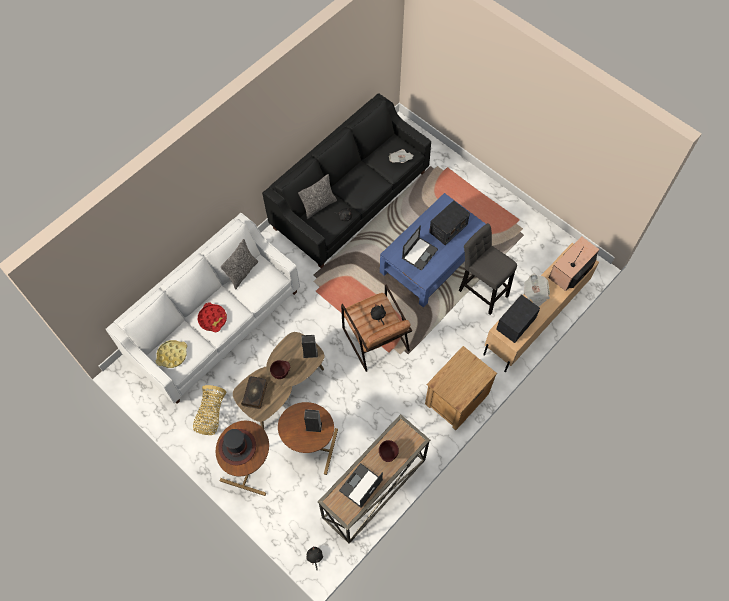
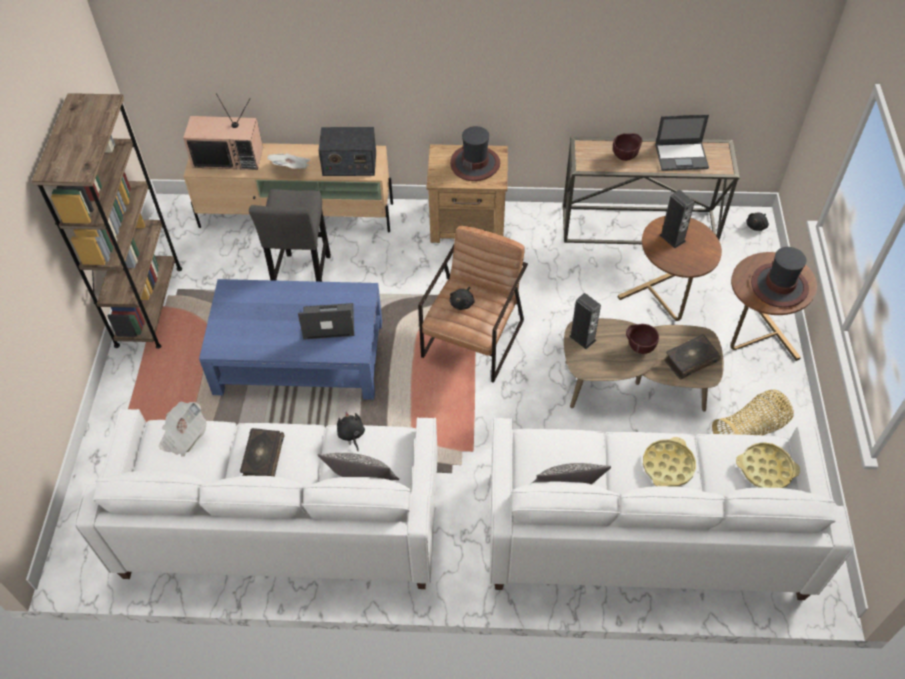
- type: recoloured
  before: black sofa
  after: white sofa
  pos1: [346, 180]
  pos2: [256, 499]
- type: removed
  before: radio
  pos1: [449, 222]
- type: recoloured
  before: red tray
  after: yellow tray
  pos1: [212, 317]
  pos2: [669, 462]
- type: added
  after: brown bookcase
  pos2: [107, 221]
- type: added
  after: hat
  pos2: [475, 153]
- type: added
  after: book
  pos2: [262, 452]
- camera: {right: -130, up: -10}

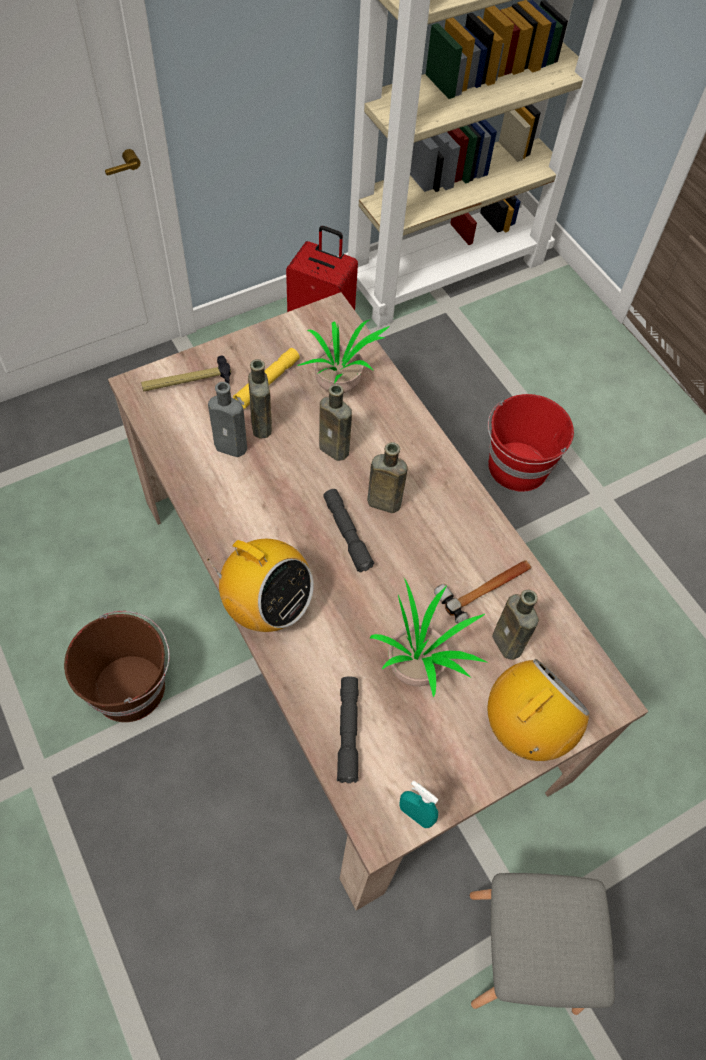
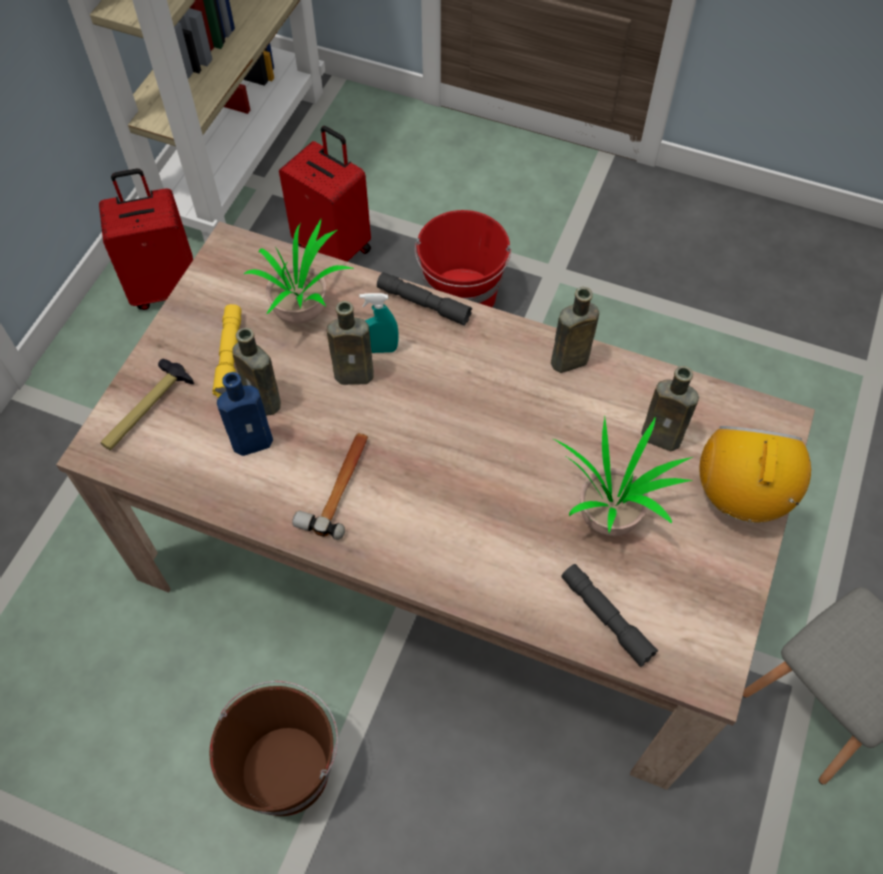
- type: recoloured
  before: grey bottle
  after: blue bottle
  pos1: [227, 419]
  pos2: [245, 414]
- type: moved
  before: brown bottle
  pos1: [387, 477]
  pos2: [575, 330]
- type: moved
  before: grey flashlight
  pos1: [348, 530]
  pos2: [424, 299]
- type: removed
  before: radio
  pos1: [260, 585]
- type: moved
  before: hammer
  pos1: [482, 592]
  pos2: [330, 486]
- type: moved
  before: turquoise spray bottle
  pos1: [419, 804]
  pos2: [379, 323]
- type: added
  after: red suitcase
  pos2: [325, 194]
- camera: {right: -35, up: 0}

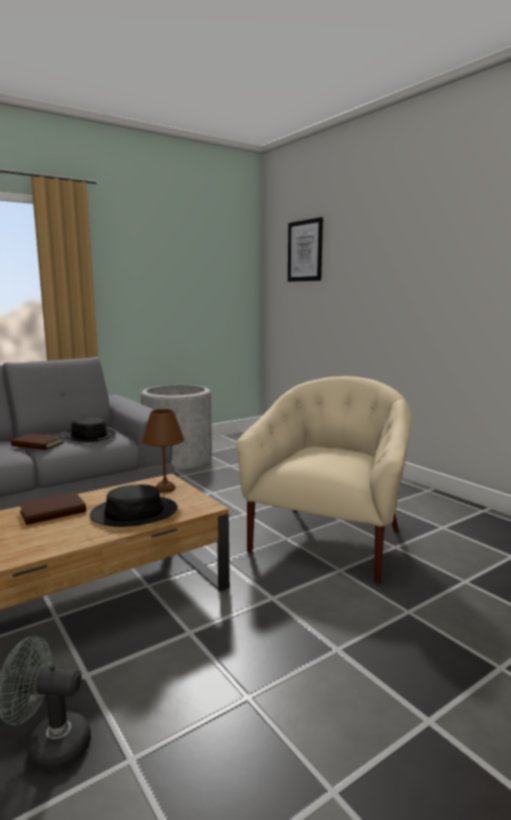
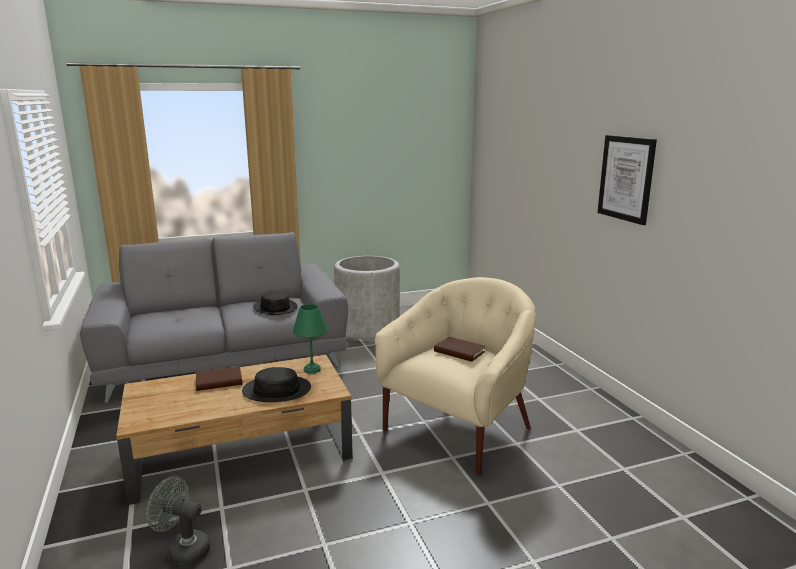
- type: moved
  before: picture
  pos1: [305, 249]
  pos2: [627, 180]
- type: recoloured
  before: brown table lamp
  after: green table lamp
  pos1: [163, 451]
  pos2: [310, 339]
- type: moved
  before: brown book
  pos1: [37, 441]
  pos2: [459, 349]
- camera: {right: 15, up: 5}

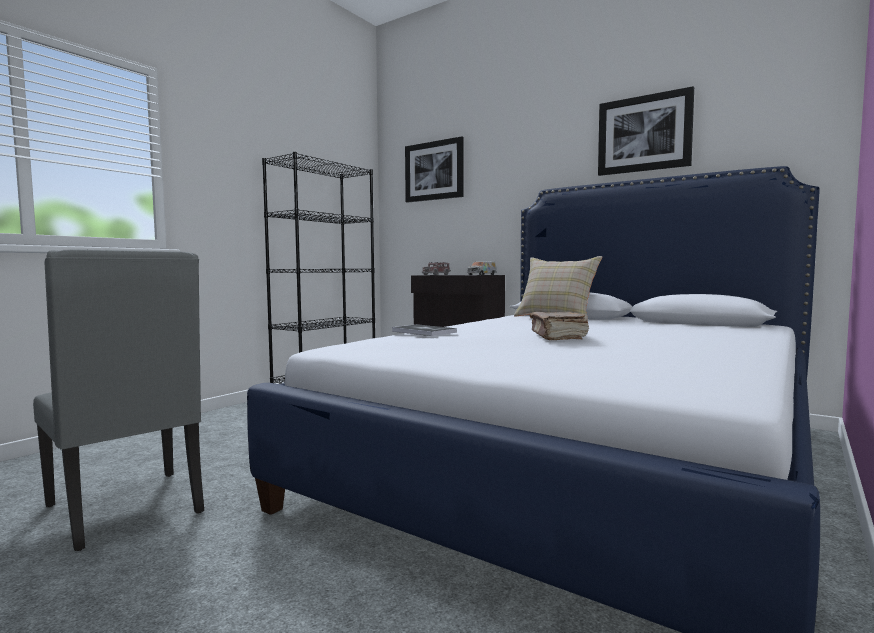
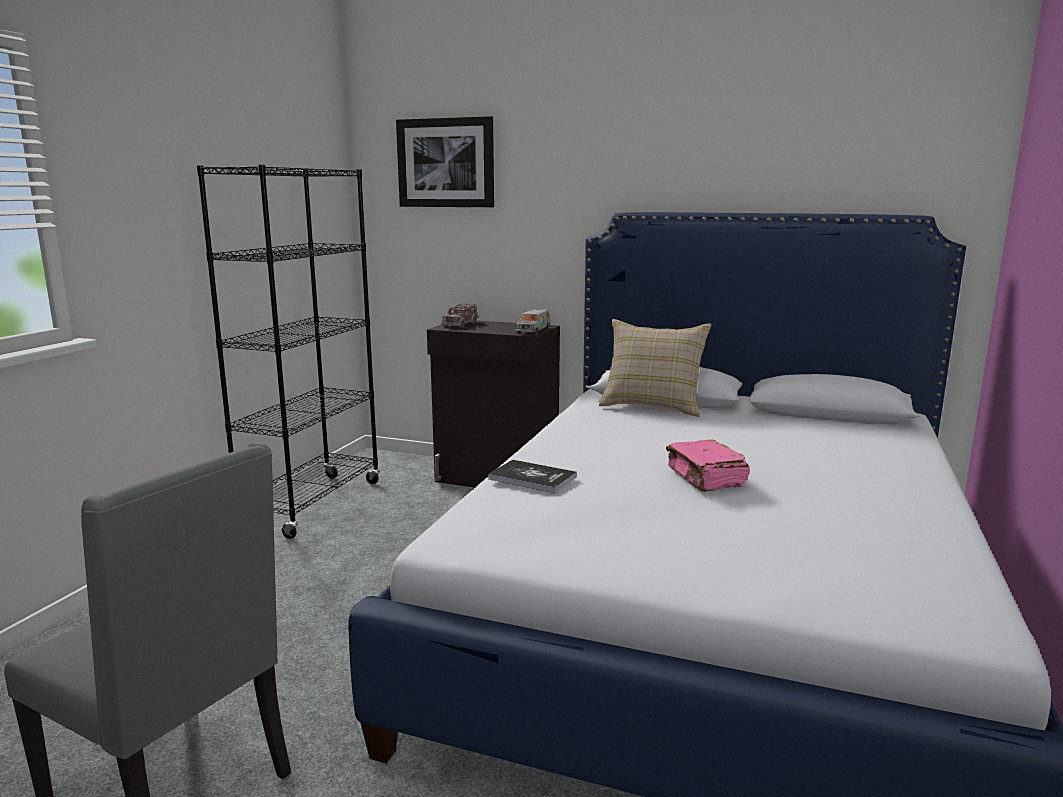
- type: removed
  before: picture
  pos1: [646, 131]
- type: recoloured
  before: brown book
  after: pink book
  pos1: [559, 326]
  pos2: [708, 466]
- camera: {right: -15, up: 10}

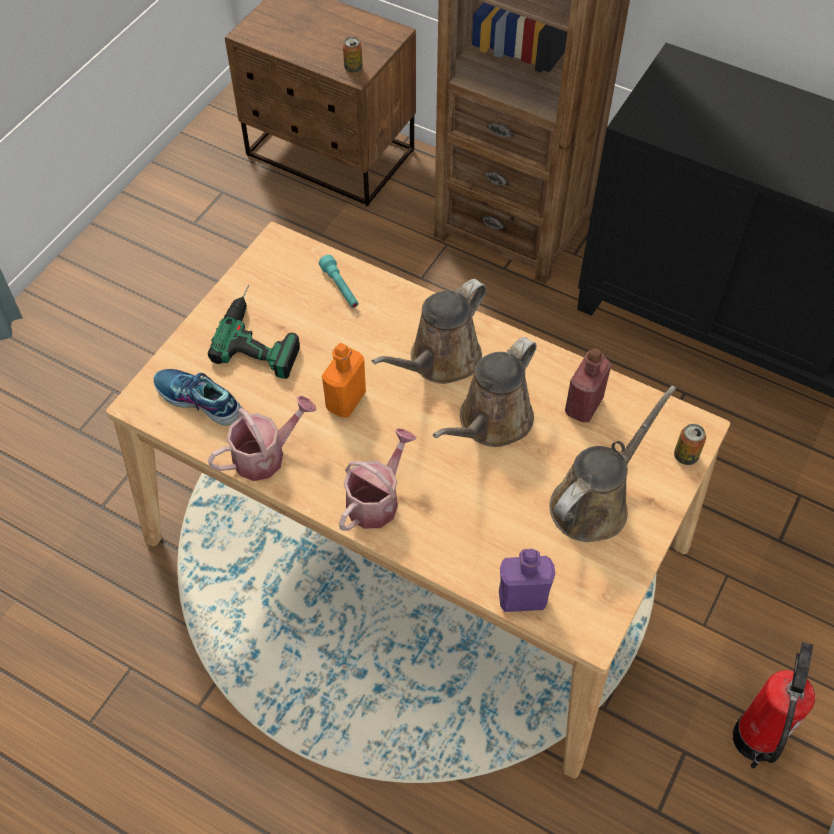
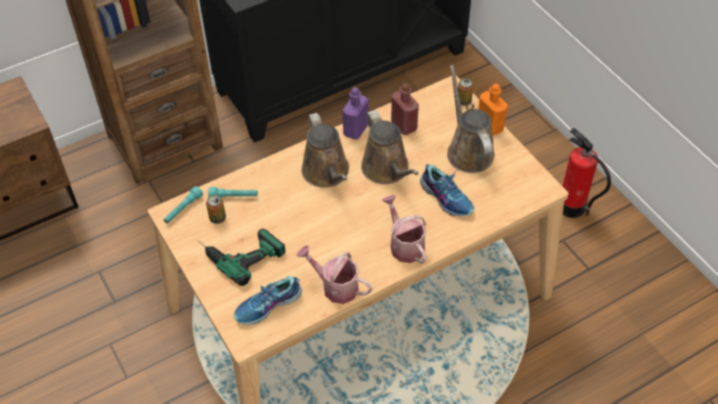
- type: moved
  before: can
  pos1: [353, 55]
  pos2: [216, 209]
- type: moved
  before: orange bottle
  pos1: [344, 380]
  pos2: [493, 109]
- type: turned
  before: watering can
  pos1: [261, 438]
  pos2: [334, 274]
  turn: -60
- type: moved
  before: purple bottle
  pos1: [527, 580]
  pos2: [355, 113]
- type: added
  after: shoe
  pos2: [447, 190]
- type: added
  after: turquoise flashlight
  pos2: [183, 205]
- camera: {right: -60, up: -5}

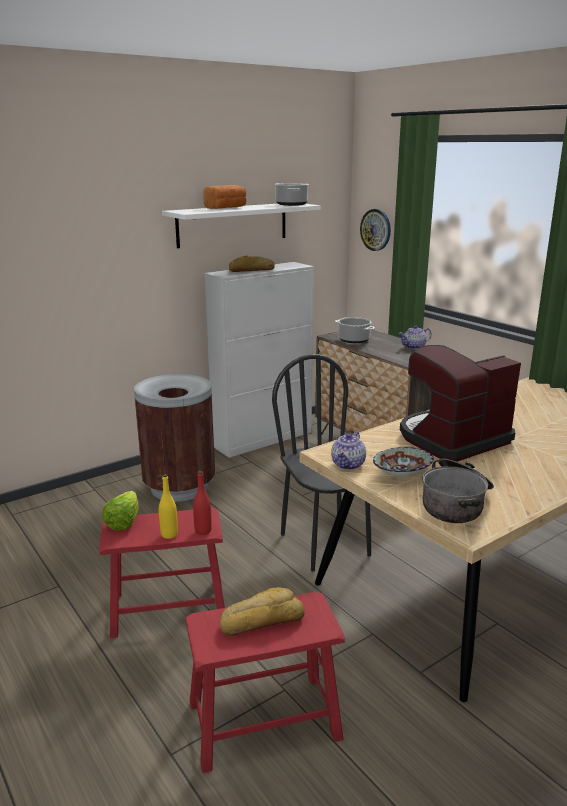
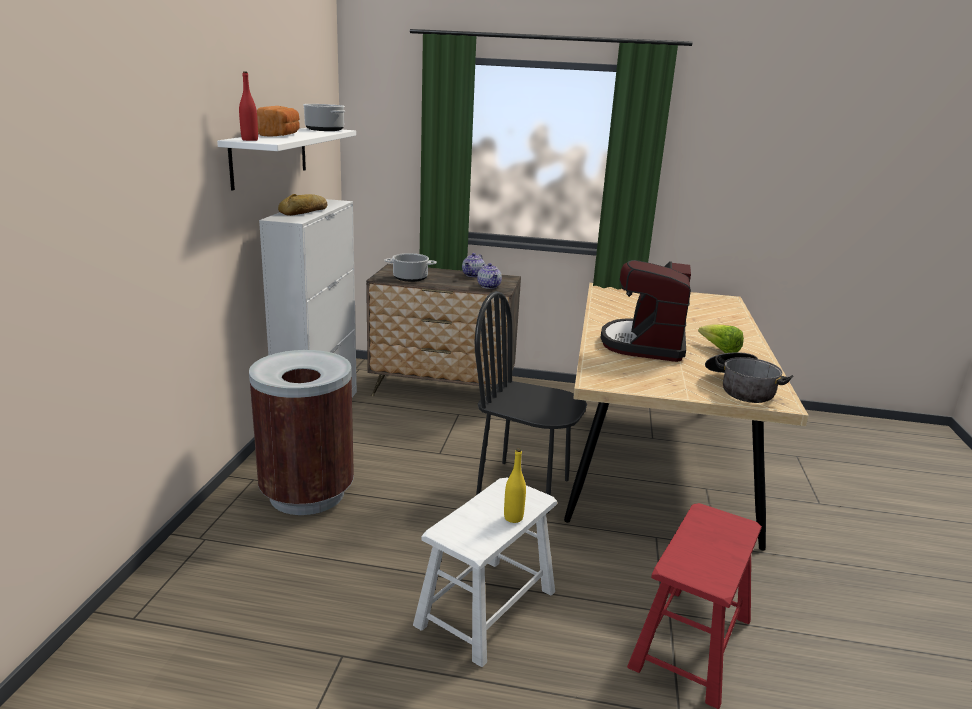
- type: removed
  before: wall clock
  pos1: [375, 230]
- type: moved
  before: teapot
  pos1: [348, 450]
  pos2: [489, 276]
- type: removed
  before: bowl
  pos1: [403, 462]
- type: moved
  before: red bottle
  pos1: [202, 503]
  pos2: [248, 106]
- type: moved
  before: lettuce
  pos1: [120, 511]
  pos2: [721, 338]
- type: recoloured
  before: red stool
  after: white stool
  pos1: [162, 573]
  pos2: [485, 572]
- type: removed
  before: bread
  pos1: [262, 611]
- camera: {right: -45, up: 0}

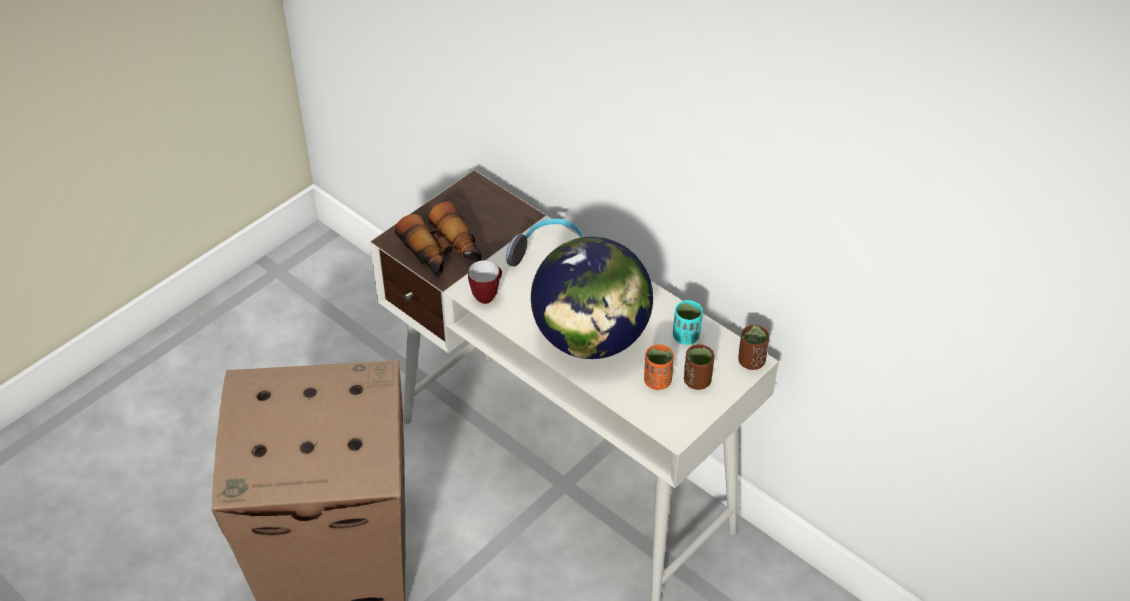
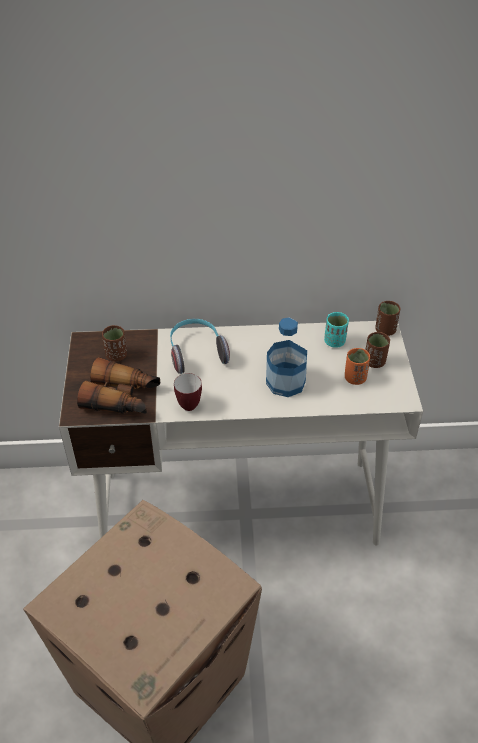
- type: replaced
  before: globe
  after: bottle
  pos1: [592, 298]
  pos2: [286, 357]
- type: added
  after: brown cup
  pos2: [114, 343]
- camera: {right: -45, up: 0}

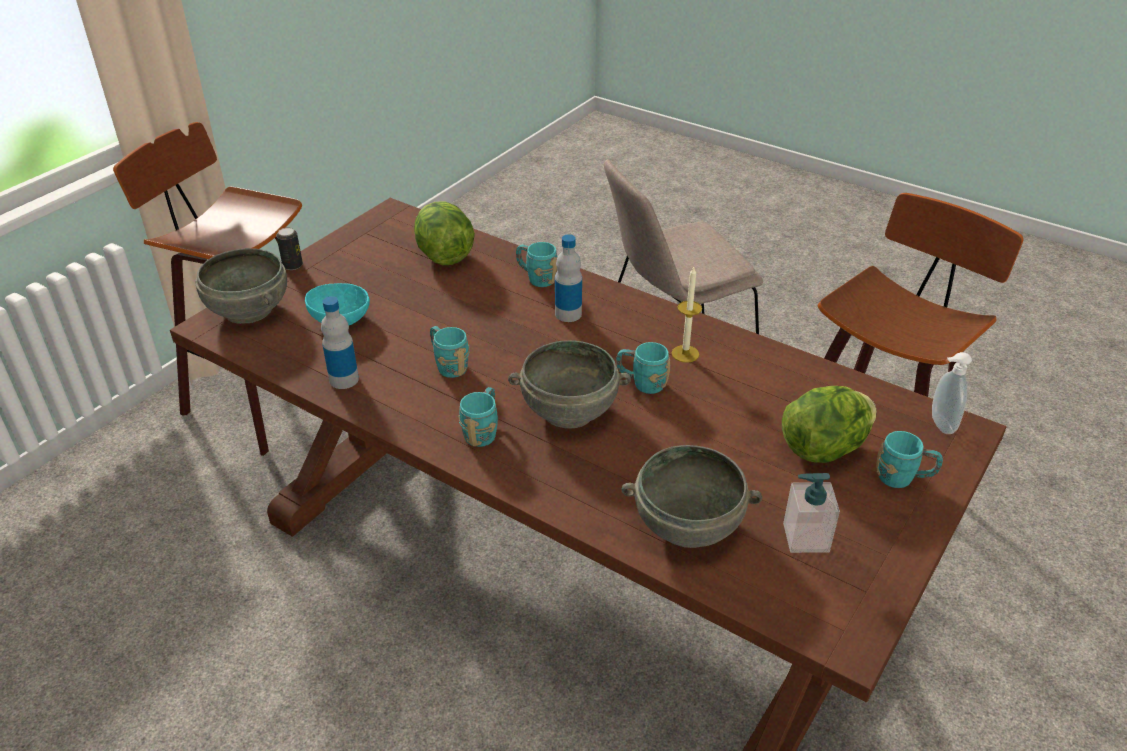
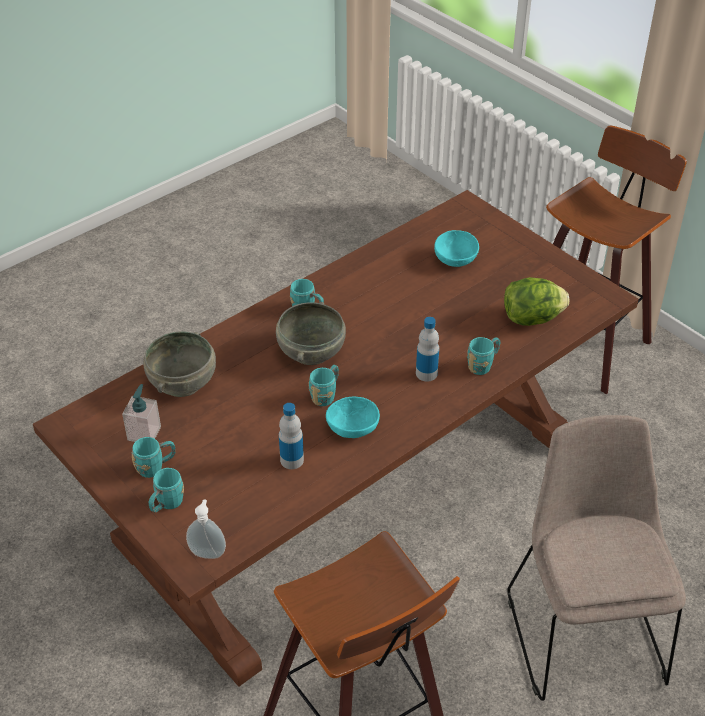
- type: removed
  before: can
  pos1: [289, 248]
- type: removed
  before: grey bowl
  pos1: [241, 286]
- type: replaced
  before: candle
  after: turquoise bowl
  pos1: [687, 315]
  pos2: [353, 417]
- type: moved
  before: bottle
  pos1: [340, 342]
  pos2: [291, 436]
- type: moved
  before: turquoise mug
  pos1: [450, 352]
  pos2: [154, 457]
- type: removed
  before: lettuce
  pos1: [829, 424]
- camera: {right: 105, up: 5}

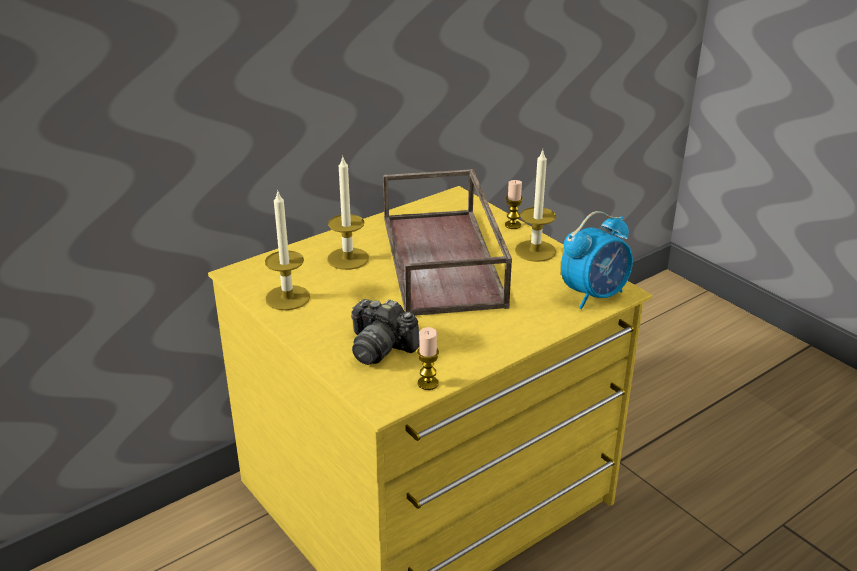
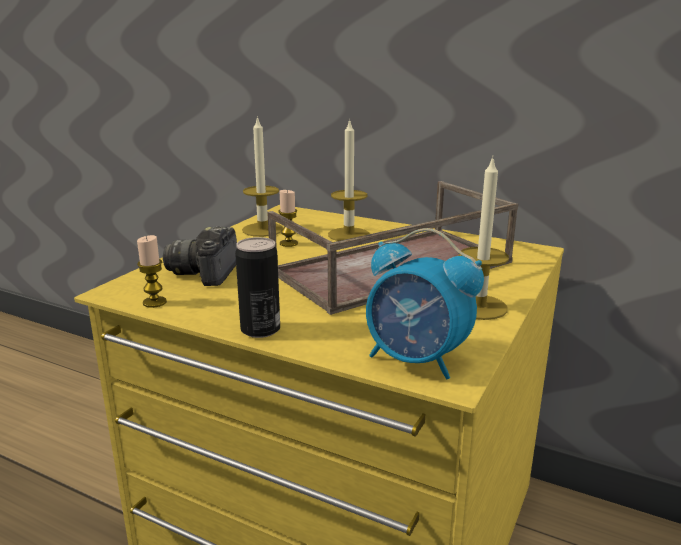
- type: moved
  before: candle
  pos1: [514, 204]
  pos2: [288, 218]
- type: added
  after: can
  pos2: [257, 287]
- camera: {right: 65, up: -10}

